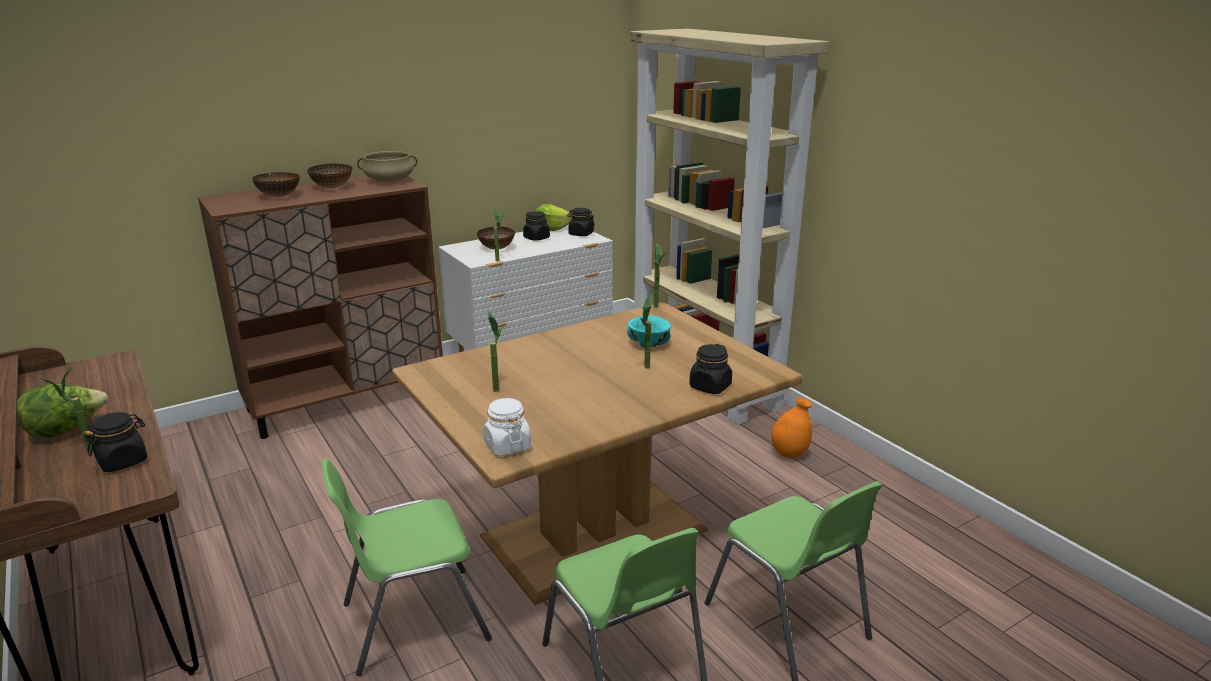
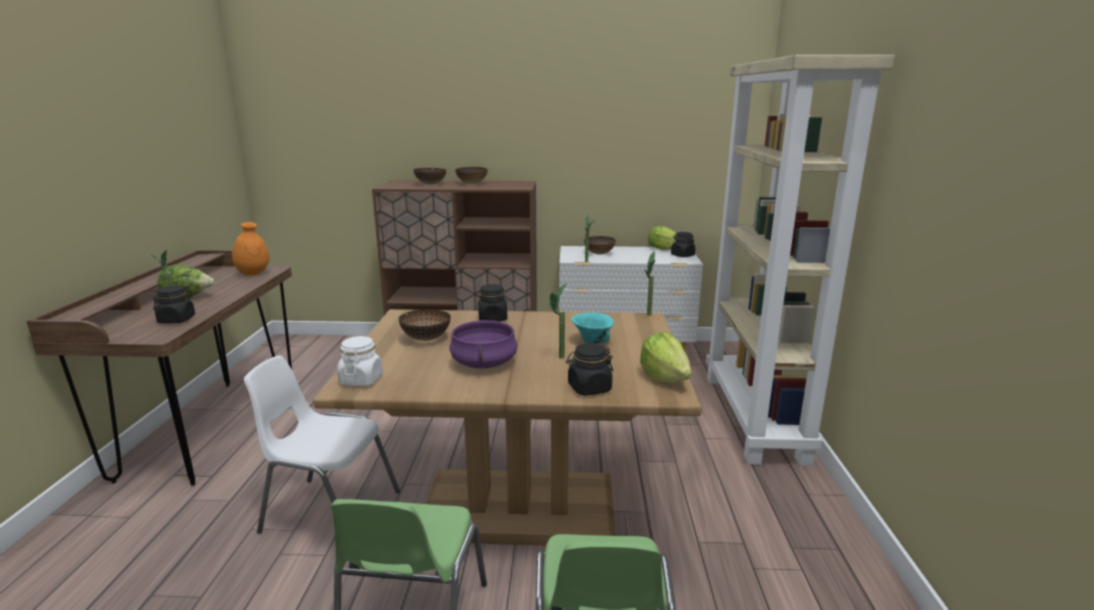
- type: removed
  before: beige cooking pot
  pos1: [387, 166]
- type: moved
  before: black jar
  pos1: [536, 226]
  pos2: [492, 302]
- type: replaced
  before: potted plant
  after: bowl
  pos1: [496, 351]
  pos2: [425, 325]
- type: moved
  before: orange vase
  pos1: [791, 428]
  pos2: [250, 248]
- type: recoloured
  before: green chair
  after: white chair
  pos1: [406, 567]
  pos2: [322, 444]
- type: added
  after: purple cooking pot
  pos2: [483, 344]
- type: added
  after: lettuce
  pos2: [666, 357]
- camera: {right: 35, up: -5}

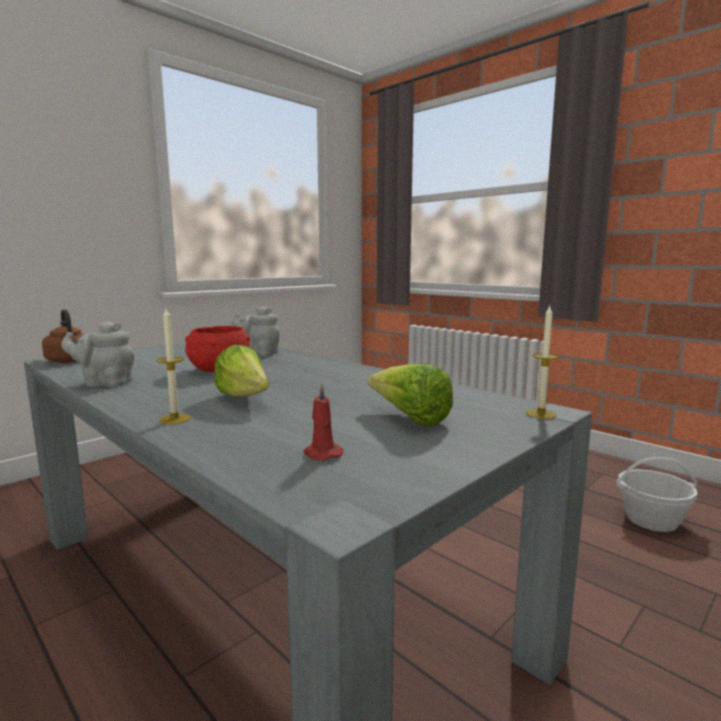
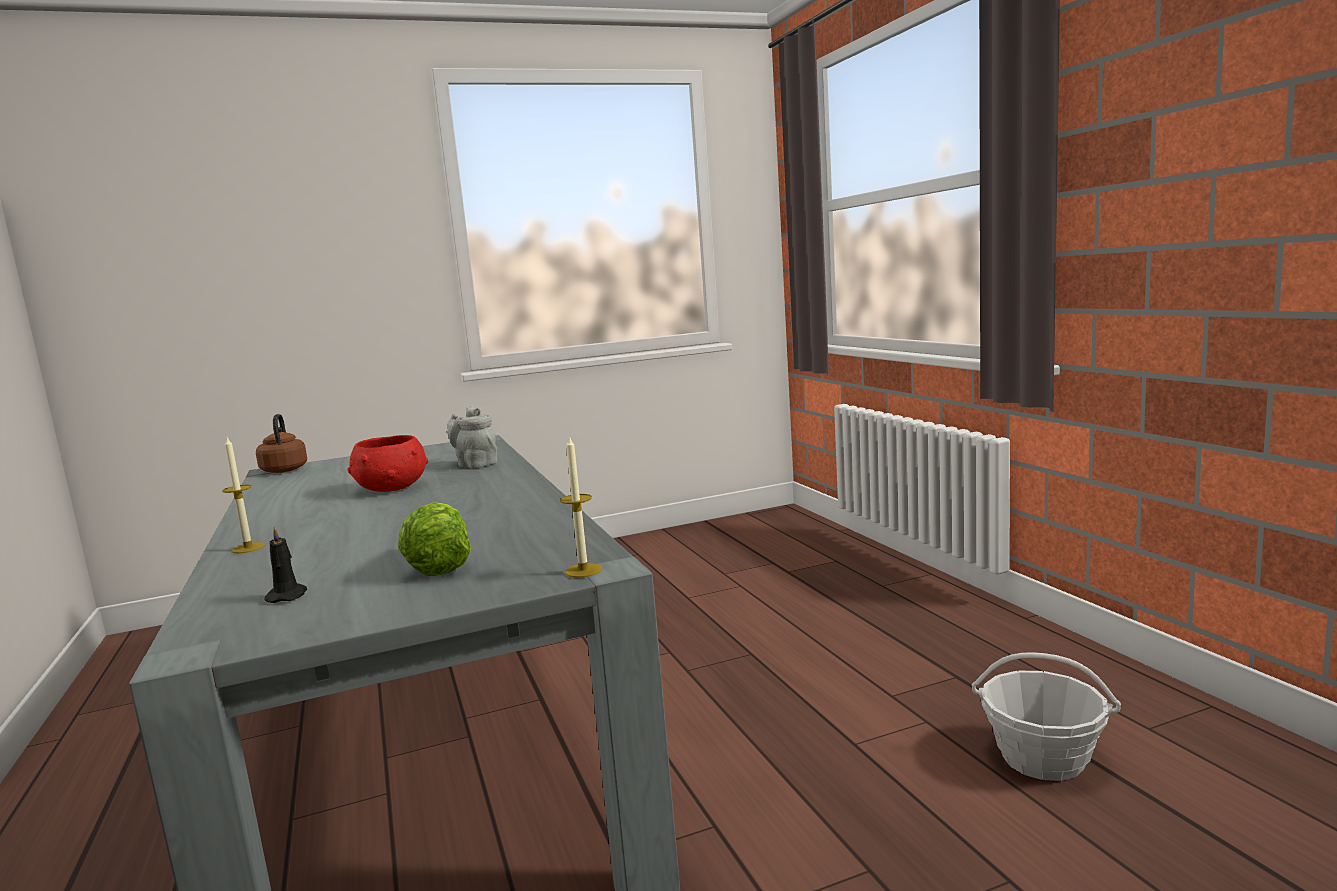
- type: removed
  before: grey teapot
  pos1: [97, 354]
- type: removed
  before: lettuce
  pos1: [242, 371]
- type: recoloured
  before: red candle
  after: black candle
  pos1: [323, 422]
  pos2: [285, 564]
- camera: {right: 25, up: 0}

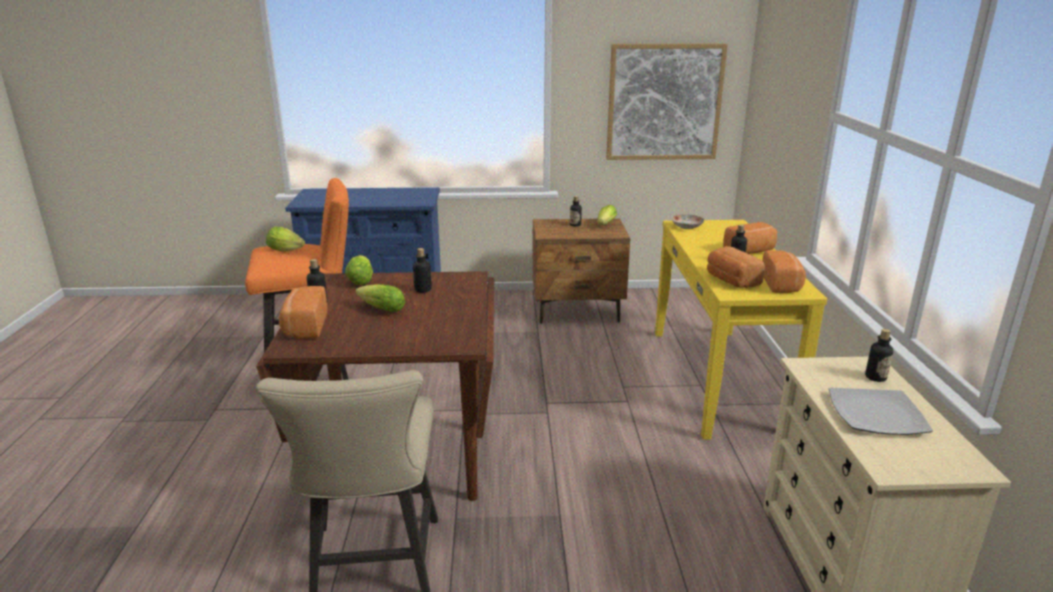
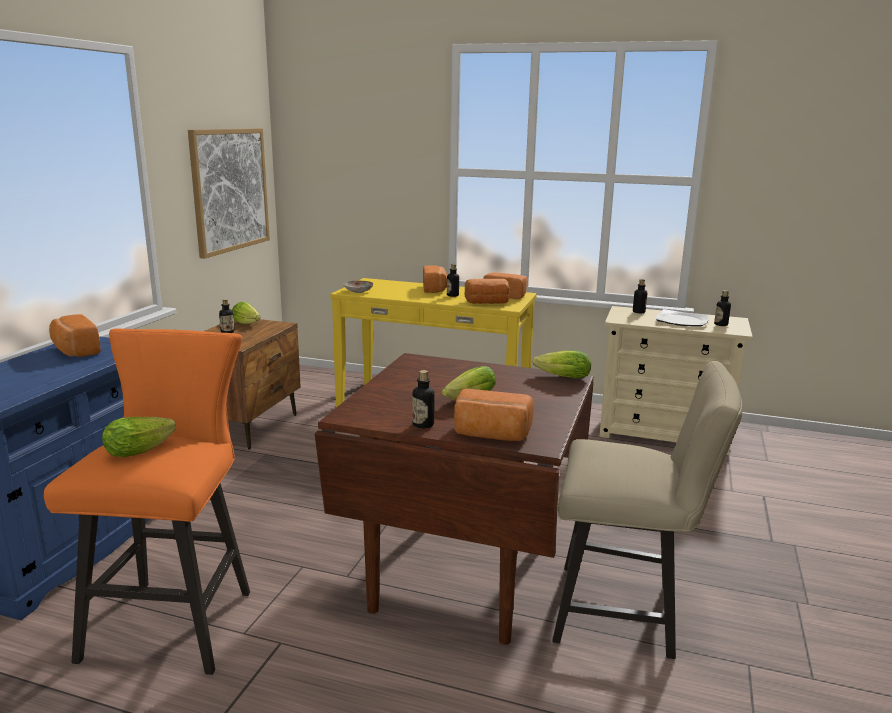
- type: moved
  before: bottle
  pos1: [422, 270]
  pos2: [722, 308]
- type: moved
  before: lettuce
  pos1: [359, 270]
  pos2: [562, 364]
- type: added
  after: bread
  pos2: [75, 335]
- camera: {right: -70, up: -5}

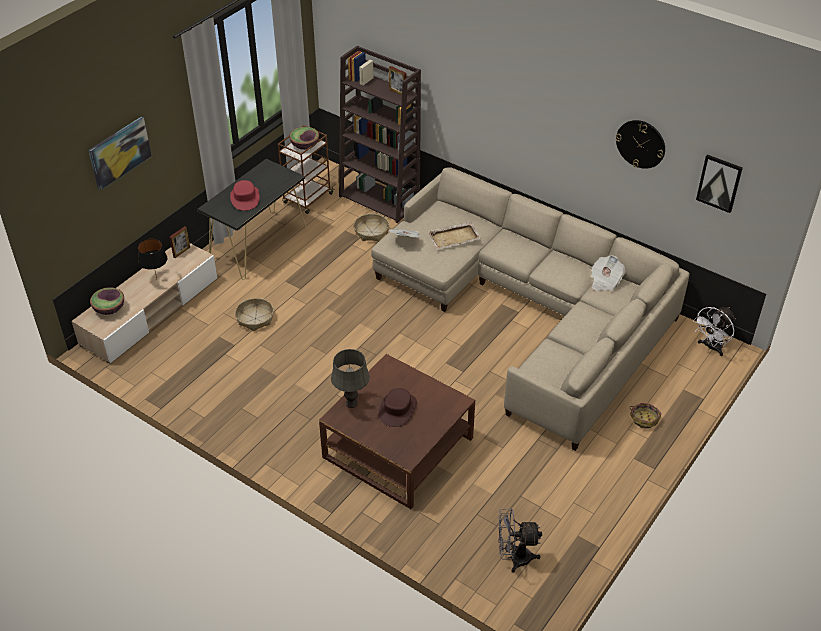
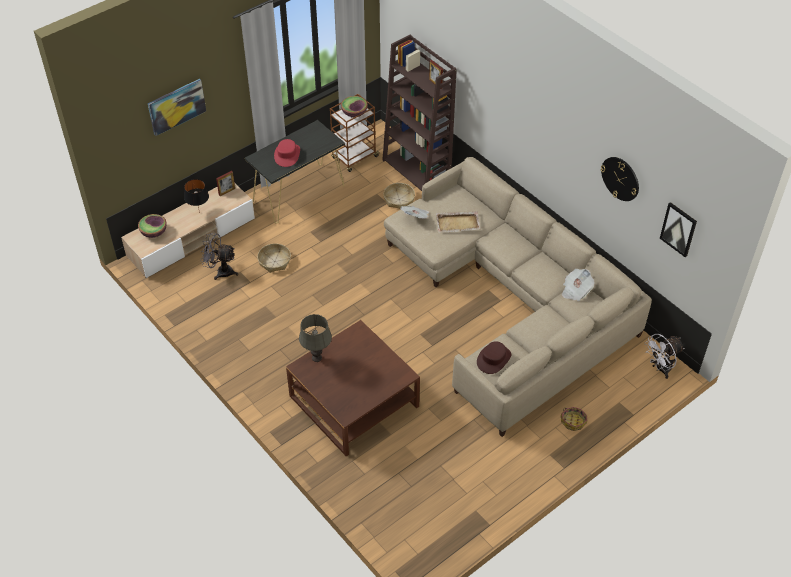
- type: moved
  before: brown hat
  pos1: [398, 407]
  pos2: [494, 357]
- type: moved
  before: grey fan
  pos1: [520, 541]
  pos2: [219, 256]
- camera: {right: 15, up: 5}

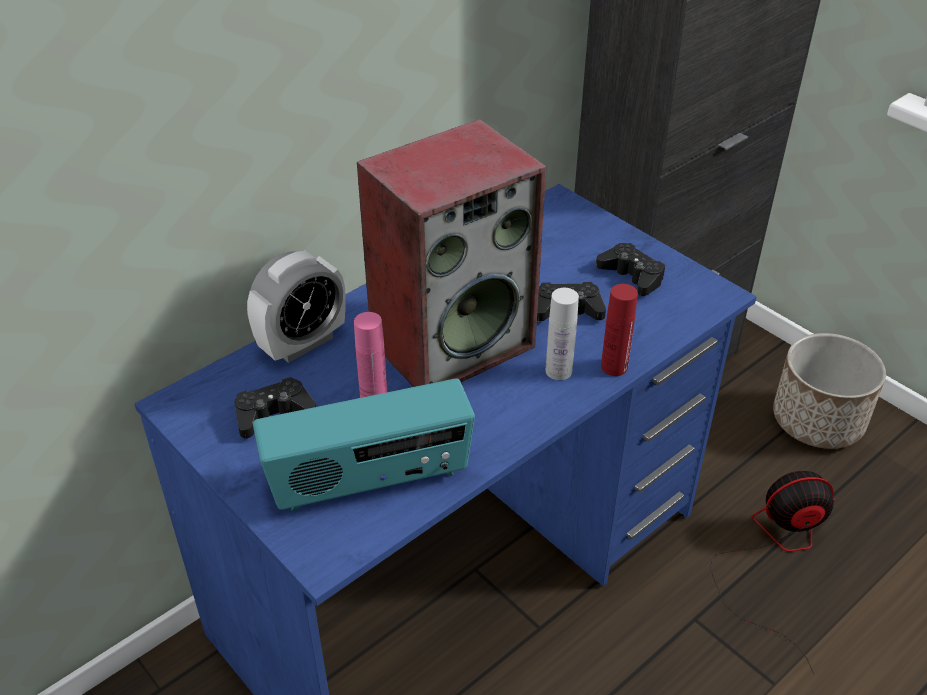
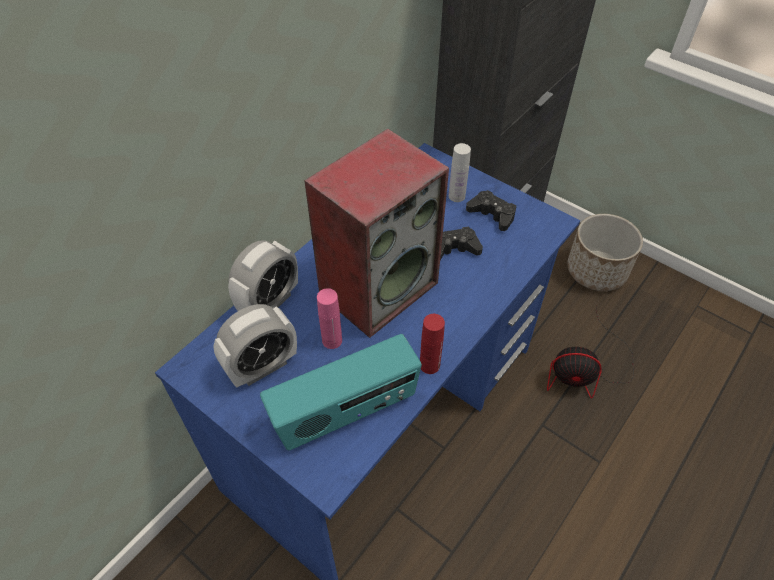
- type: moved
  before: red bottle
  pos1: [619, 330]
  pos2: [432, 344]
- type: moved
  before: white bottle
  pos1: [562, 334]
  pos2: [460, 172]
- type: replaced
  before: black game controller
  after: alarm clock
  pos1: [275, 407]
  pos2: [255, 346]
- type: turned
  before: fan
  pos1: [772, 572]
  pos2: [590, 356]
  turn: -150
- camera: {right: -10, up: 10}

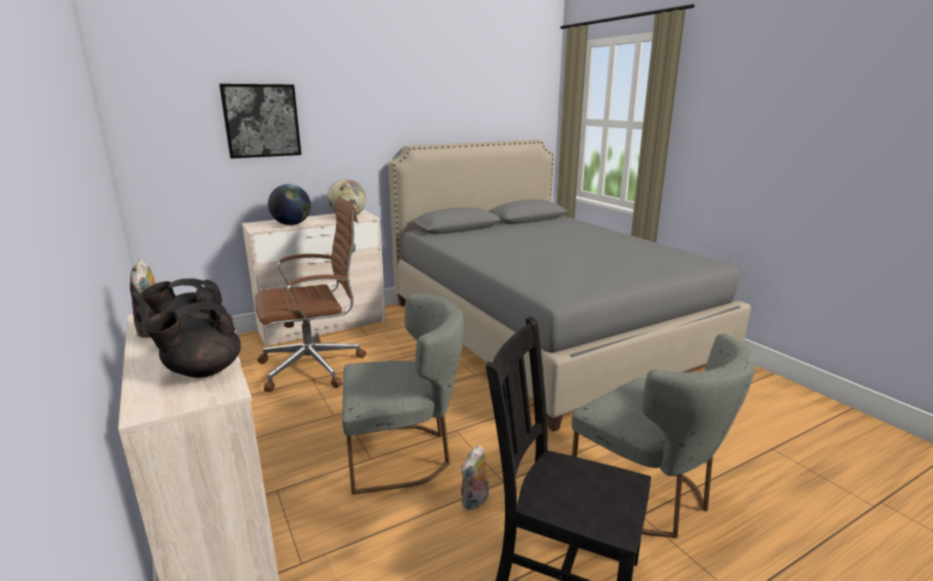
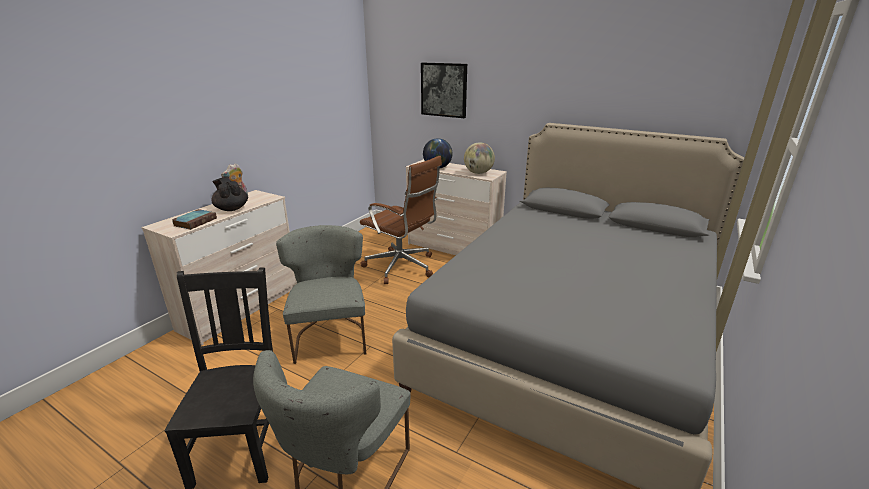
- type: turned
  before: grey chair
  pos1: [403, 394]
  pos2: [321, 294]
  turn: -150
- type: replaced
  before: black teapot
  after: book
  pos1: [192, 340]
  pos2: [194, 219]
- type: removed
  before: plush toy
  pos1: [475, 477]
- camera: {right: 60, up: 5}

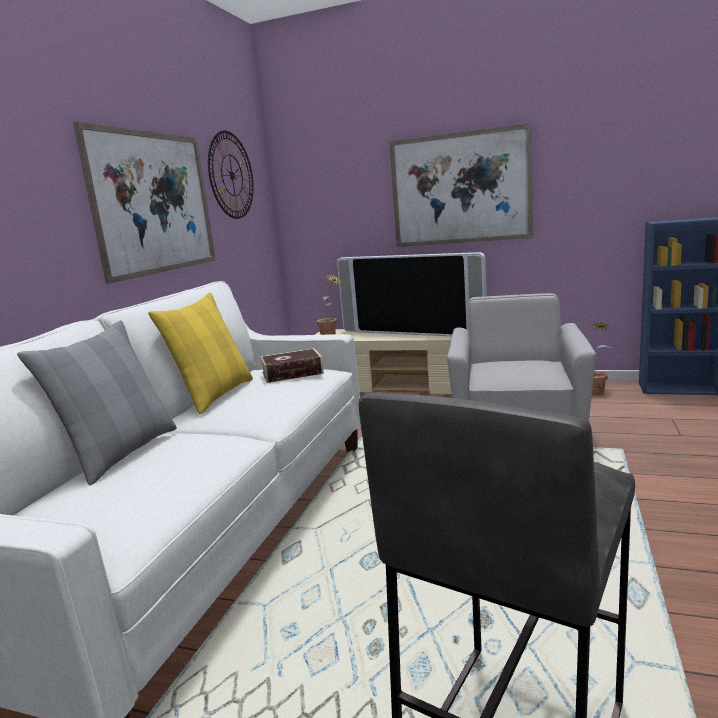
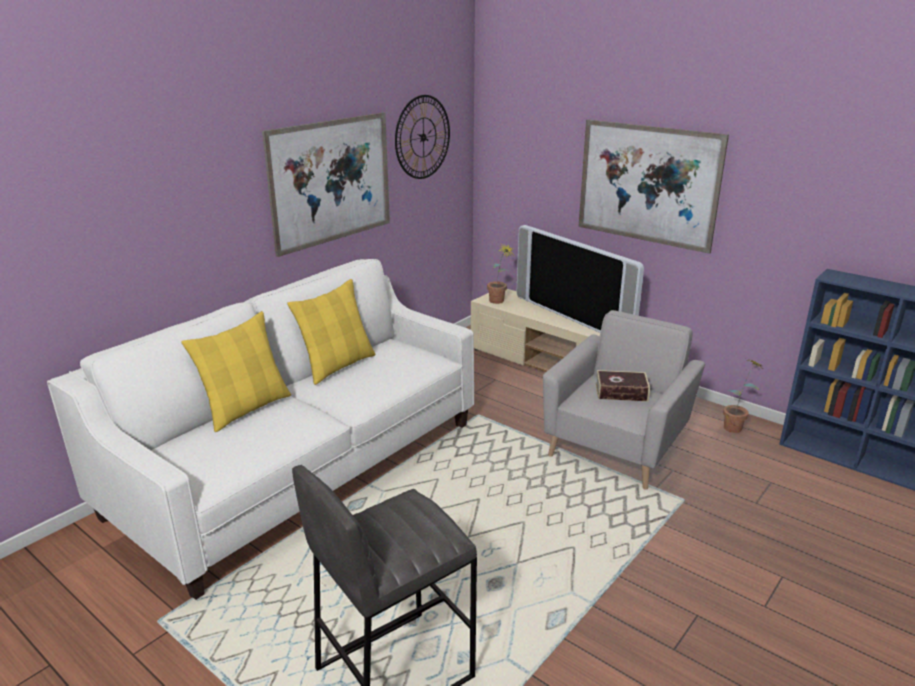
- type: recoloured
  before: grey pillow
  after: yellow pillow
  pos1: [97, 402]
  pos2: [236, 371]
- type: moved
  before: book
  pos1: [292, 365]
  pos2: [623, 385]
- camera: {right: 20, up: 10}

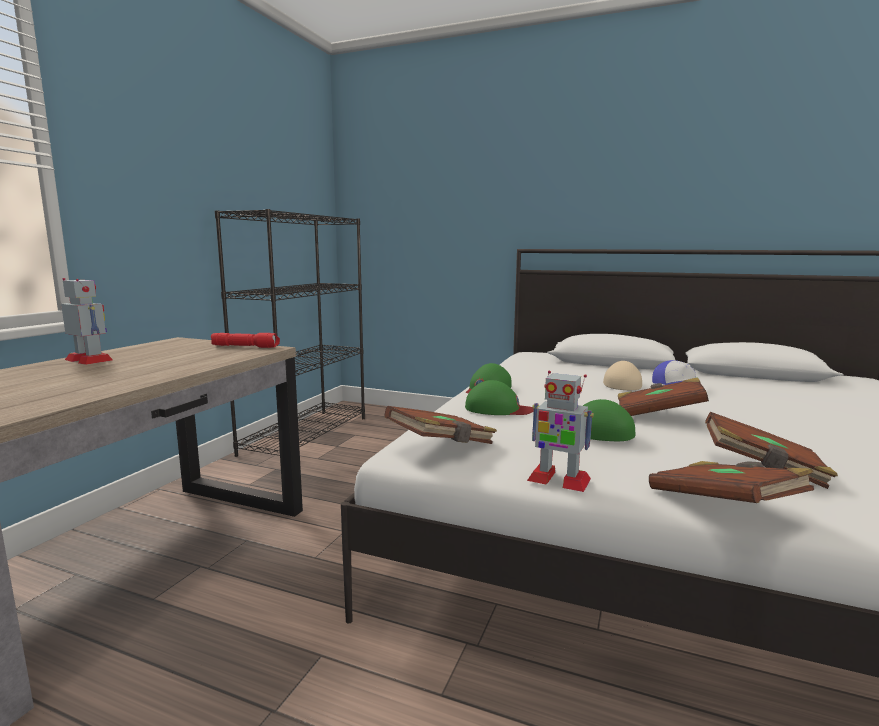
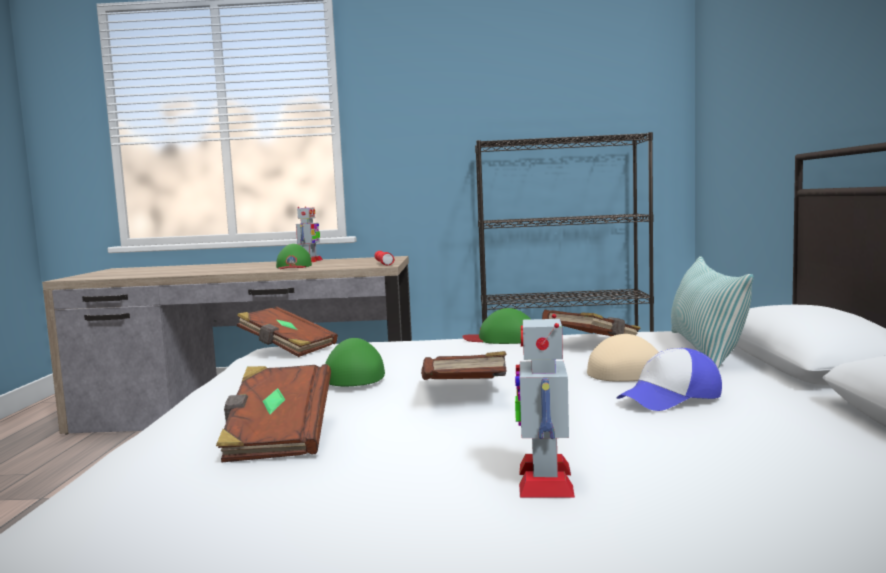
- type: moved
  before: toy robot
  pos1: [560, 431]
  pos2: [545, 406]
- type: moved
  before: green cap
  pos1: [499, 397]
  pos2: [294, 256]
- type: moved
  before: brown book
  pos1: [731, 482]
  pos2: [591, 323]
- type: added
  after: pillow
  pos2: [712, 312]
- camera: {right: 70, up: -5}

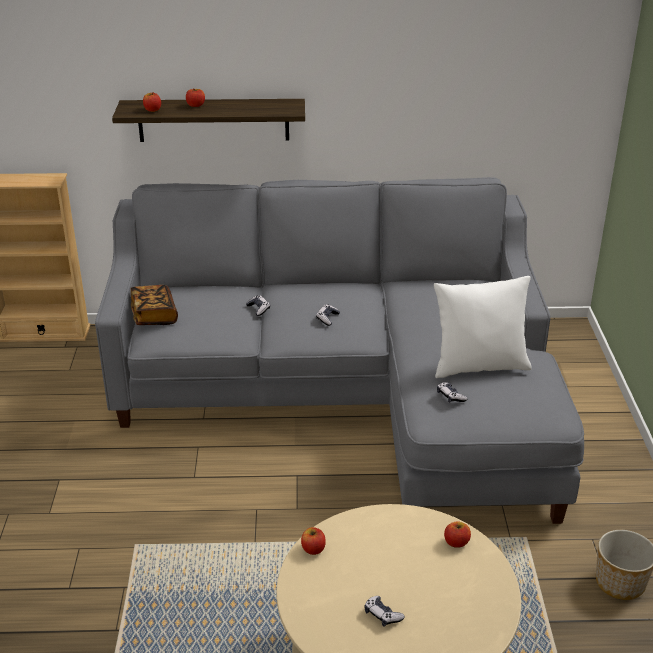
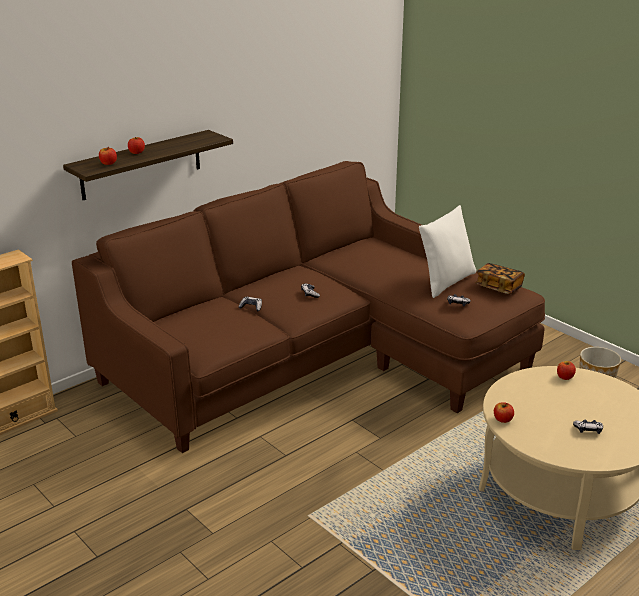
- type: recoloured
  before: grey sofa
  after: brown sofa
  pos1: [339, 350]
  pos2: [308, 307]
- type: moved
  before: book
  pos1: [154, 305]
  pos2: [500, 278]
- camera: {right: -40, up: -5}

